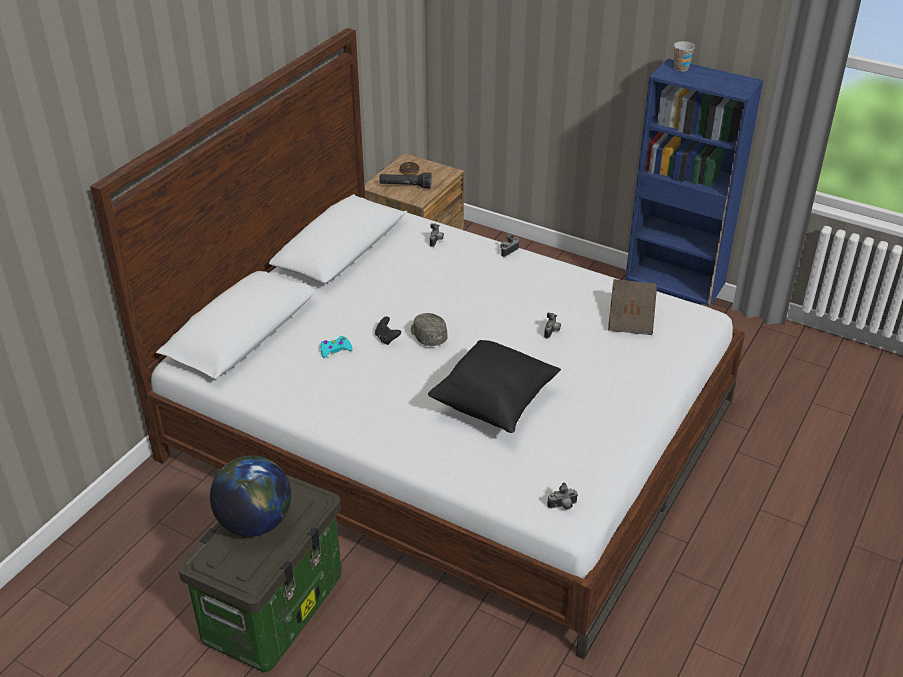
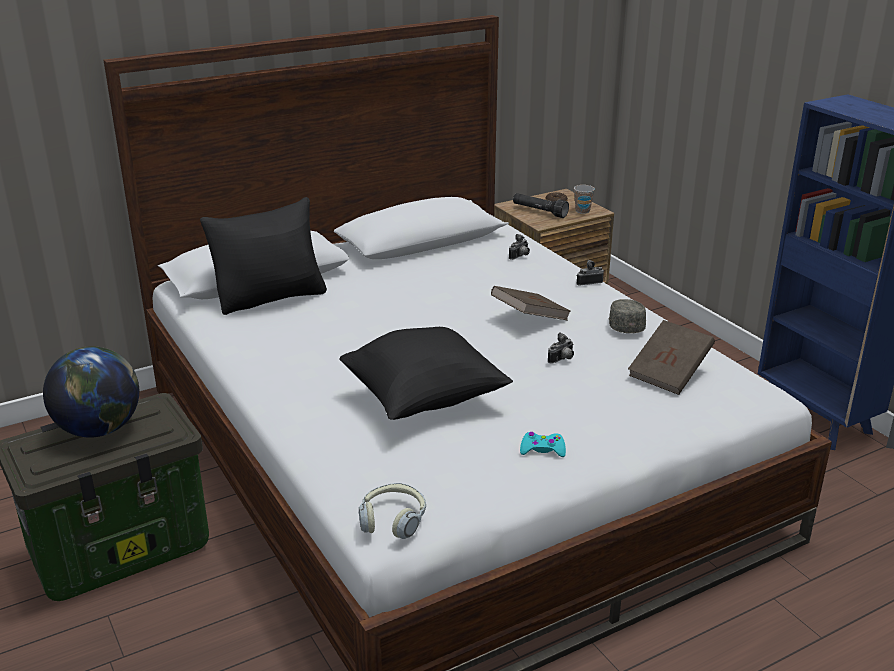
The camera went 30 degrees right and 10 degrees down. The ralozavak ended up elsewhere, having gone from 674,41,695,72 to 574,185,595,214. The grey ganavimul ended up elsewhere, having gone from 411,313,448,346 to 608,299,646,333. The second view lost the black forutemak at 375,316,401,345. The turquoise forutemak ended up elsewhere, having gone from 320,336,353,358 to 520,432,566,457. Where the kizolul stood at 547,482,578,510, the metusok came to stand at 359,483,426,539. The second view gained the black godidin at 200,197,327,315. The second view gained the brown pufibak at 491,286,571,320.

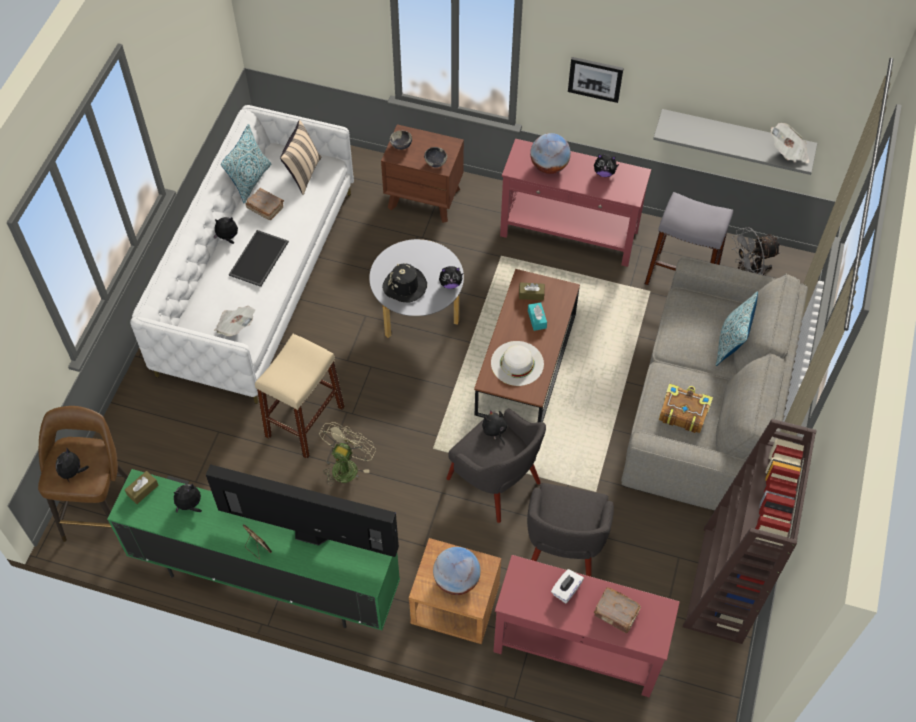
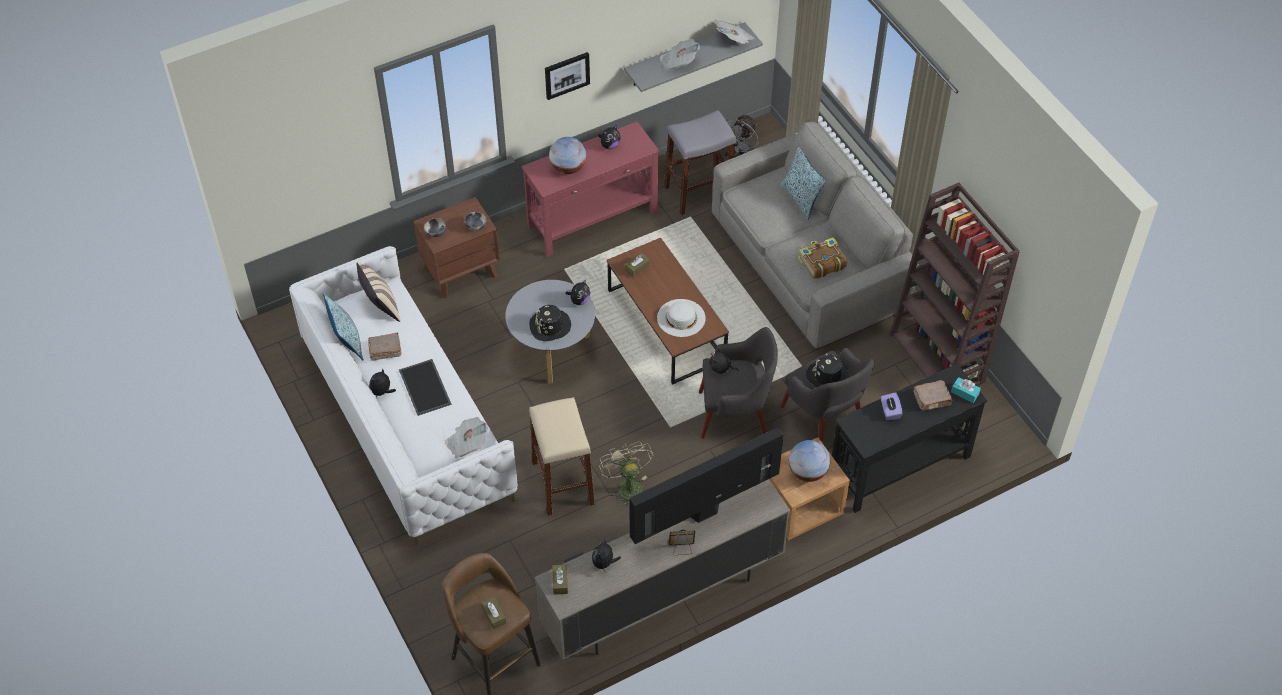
The camera went 45 degrees left and 5 degrees down. The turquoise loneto ended up elsewhere, having gone from 528,302,547,331 to 951,377,981,403. Where the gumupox stood at 56,448,89,483, the brown loneto came to stand at 481,597,506,629. What was the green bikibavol at 107,469,400,630 turned into the beige bikibavol at 535,479,790,660. What was the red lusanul at 493,555,680,697 turned into the black lusanul at 832,364,987,513. What was the white loneto at 551,569,584,603 turned into the purple loneto at 881,392,902,420. The second view gained the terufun at 660,39,700,71. The second view gained the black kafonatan at 806,353,850,388.

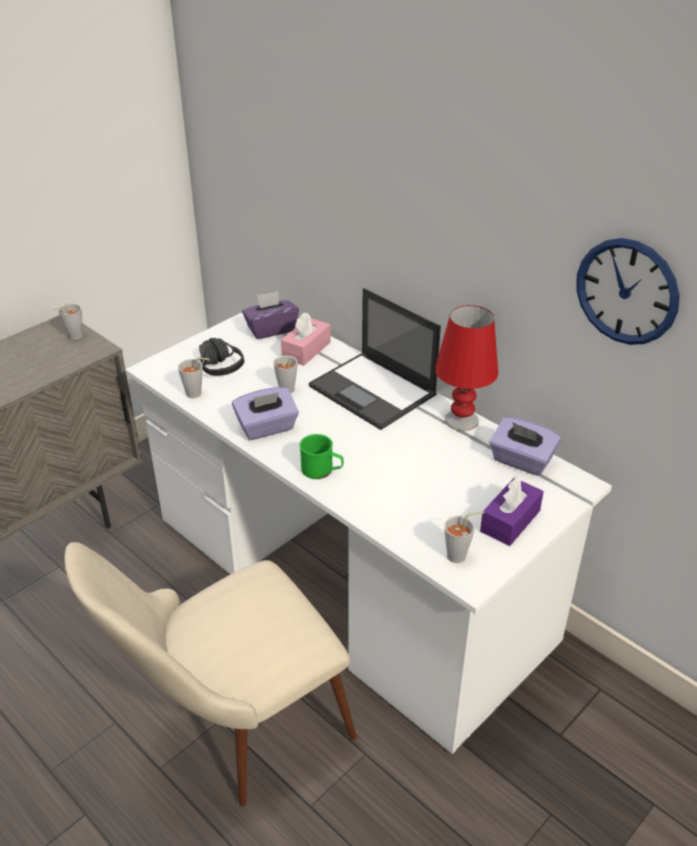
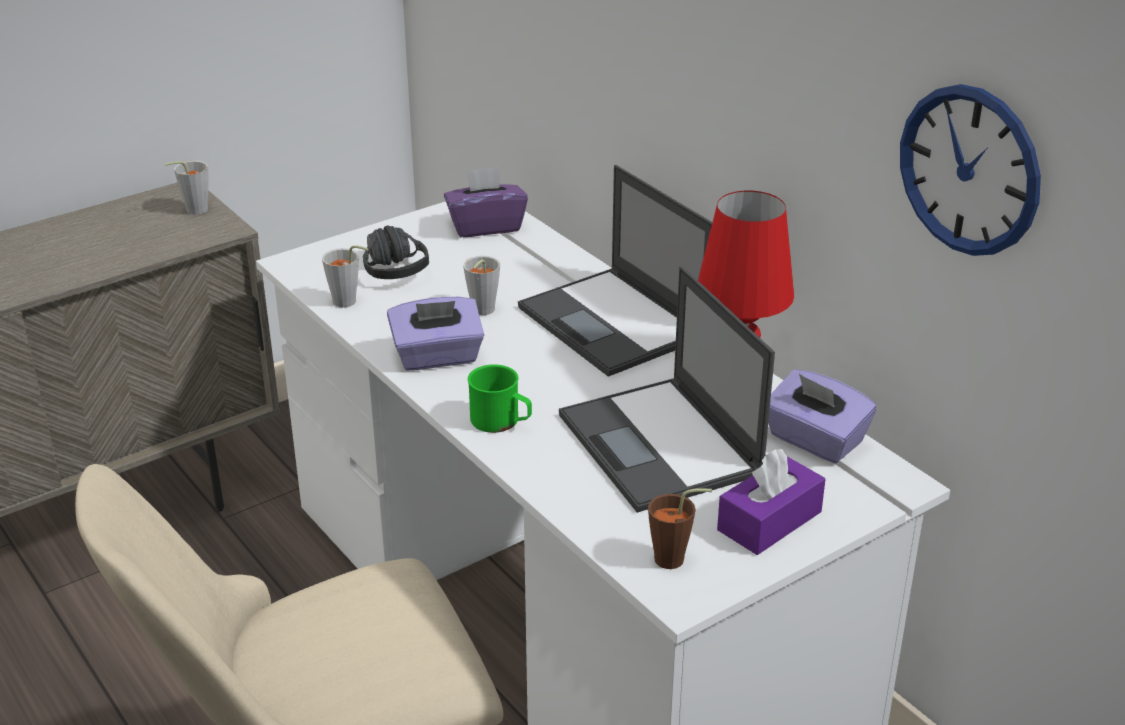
The camera went 10 degrees right and 5 degrees down. The second view lost the pink loneto at 281,313,331,366. What was the grey ralozavak at 444,511,484,563 turned into the brown ralozavak at 648,488,712,569. The second view gained the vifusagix at 559,266,775,513.

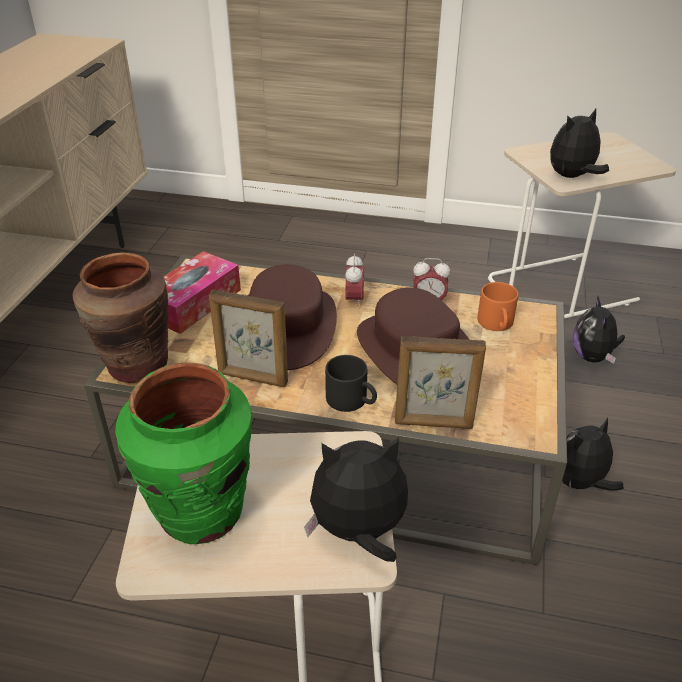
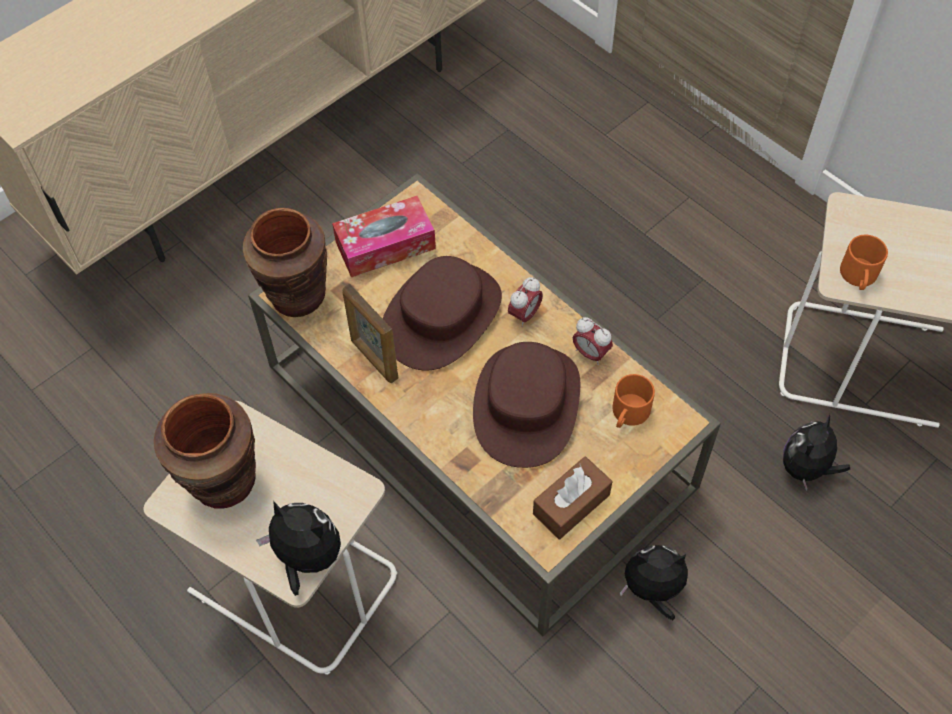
The camera went 35 degrees right and 20 degrees up. Where the gumupox stood at 550,109,609,178, the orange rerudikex came to stand at 840,235,888,290. The second view lost the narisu at 395,336,486,429. The second view lost the black rerudikex at 325,355,377,412. What was the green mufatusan at 115,363,252,544 turned into the brown mufatusan at 154,393,256,509. The second view gained the brown loneto at 533,456,612,539.

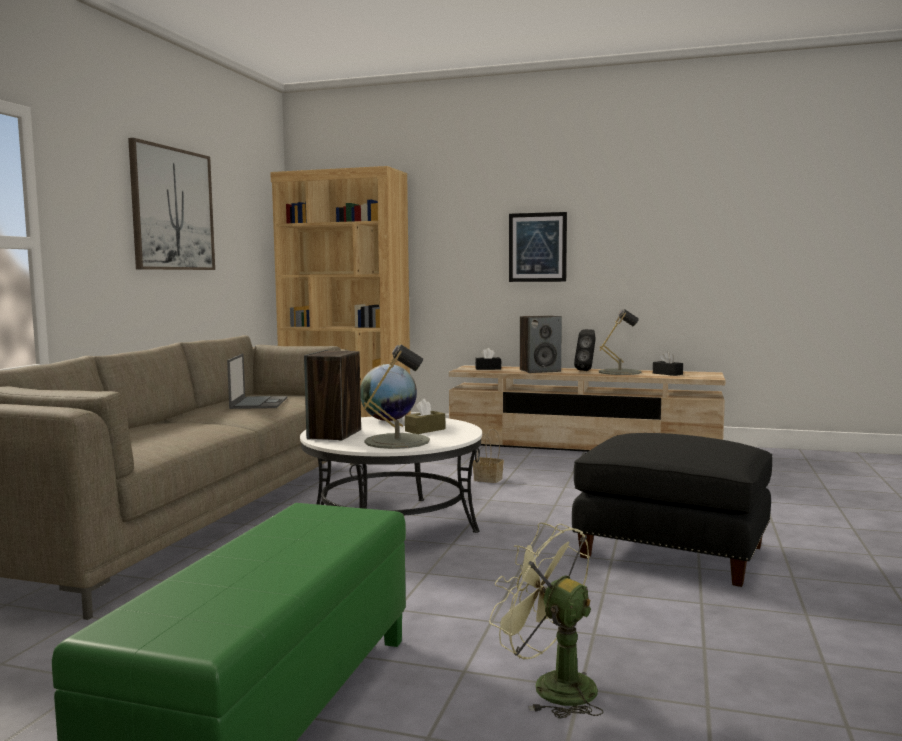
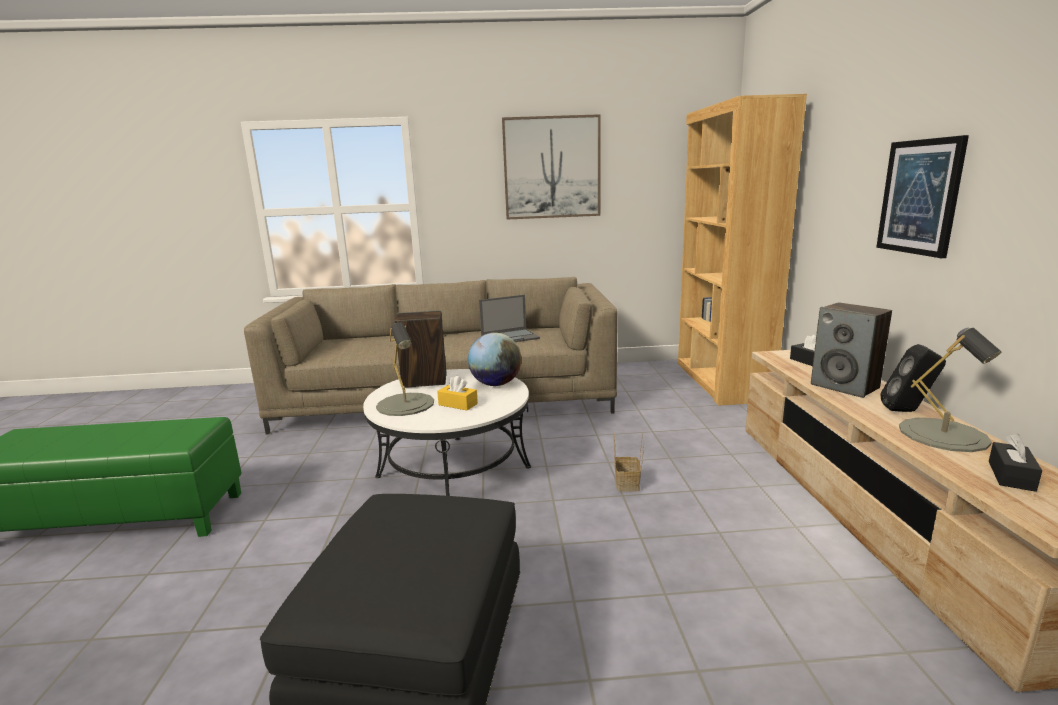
The camera went 70 degrees right and 10 degrees up. What was the brown loneto at 405,399,445,434 turned into the yellow loneto at 437,376,478,410. The second view lost the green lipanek at 489,523,604,719.

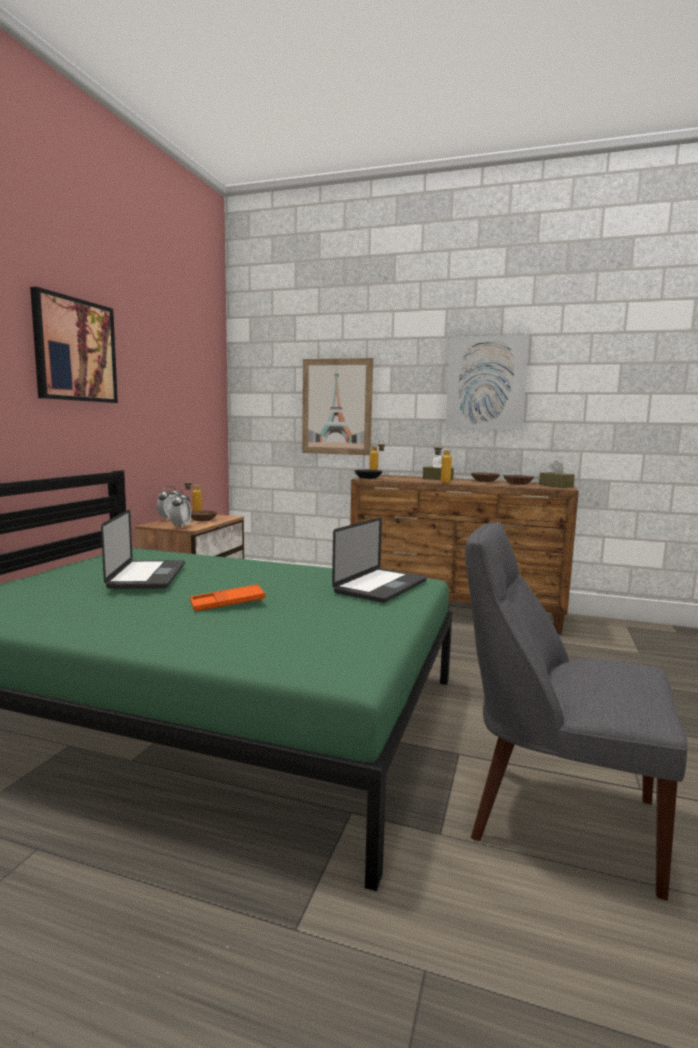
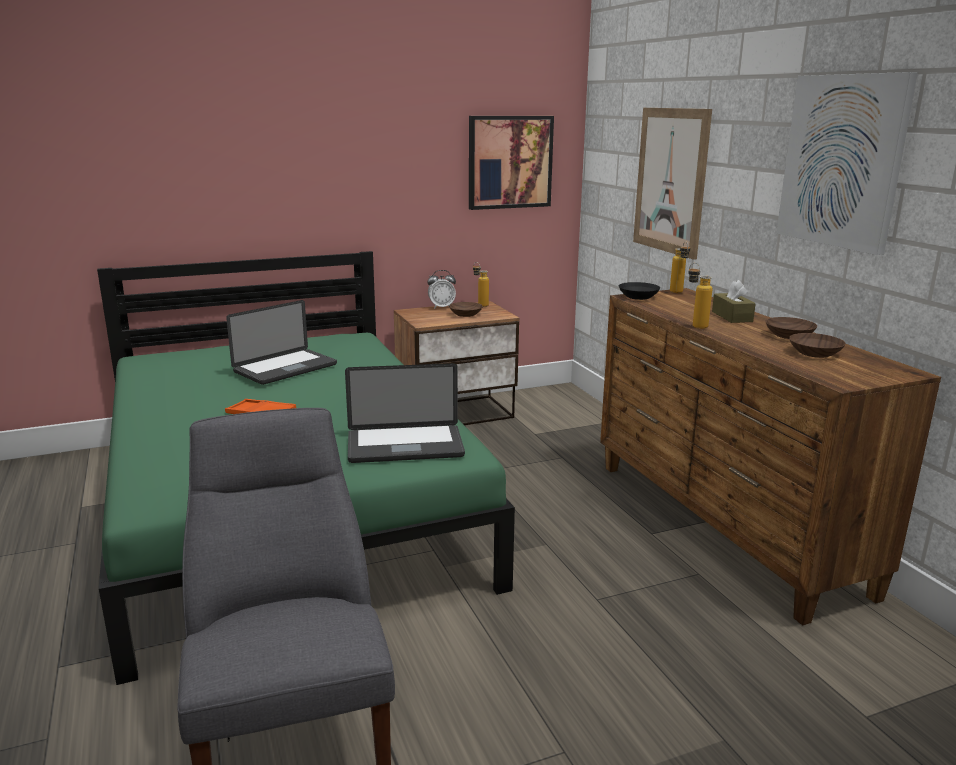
The camera went 50 degrees right and 10 degrees up. The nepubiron ended up elsewhere, having gone from 30,287,118,403 to 469,116,554,210. The second view lost the brown loneto at 539,461,575,488. The second view lost the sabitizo at 169,490,191,528.

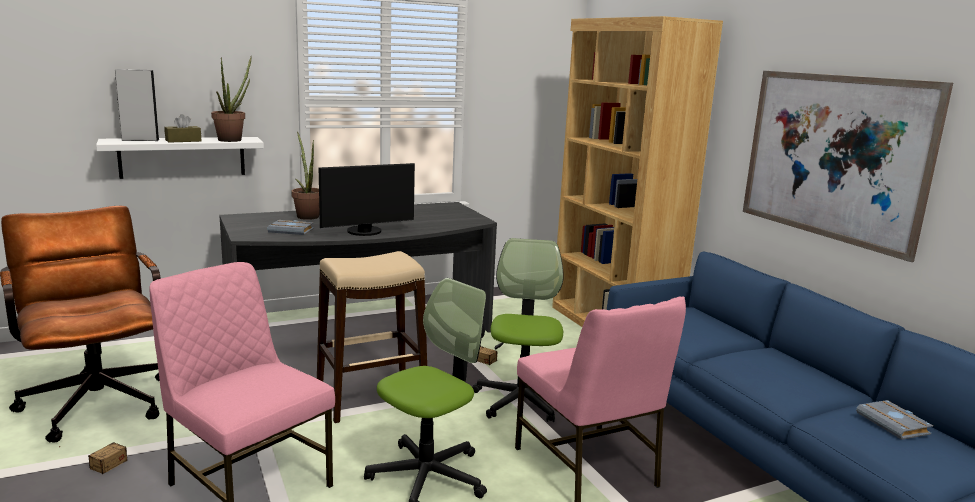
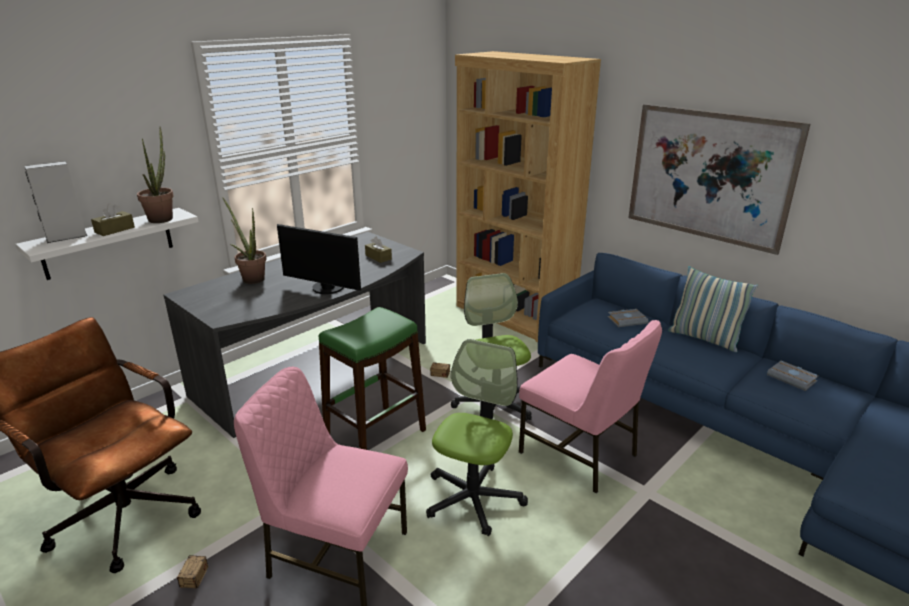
The camera went 20 degrees left and 10 degrees up. The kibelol at 319,163,415,236 ended up facing another way, 75 degrees clockwise from before. The grey pufibak ended up elsewhere, having gone from 267,220,314,235 to 608,309,648,327. What was the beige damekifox at 317,251,427,423 turned into the green damekifox at 319,307,426,450. The second view gained the brown loneto at 365,236,392,263. The second view gained the godidin at 668,266,758,352.

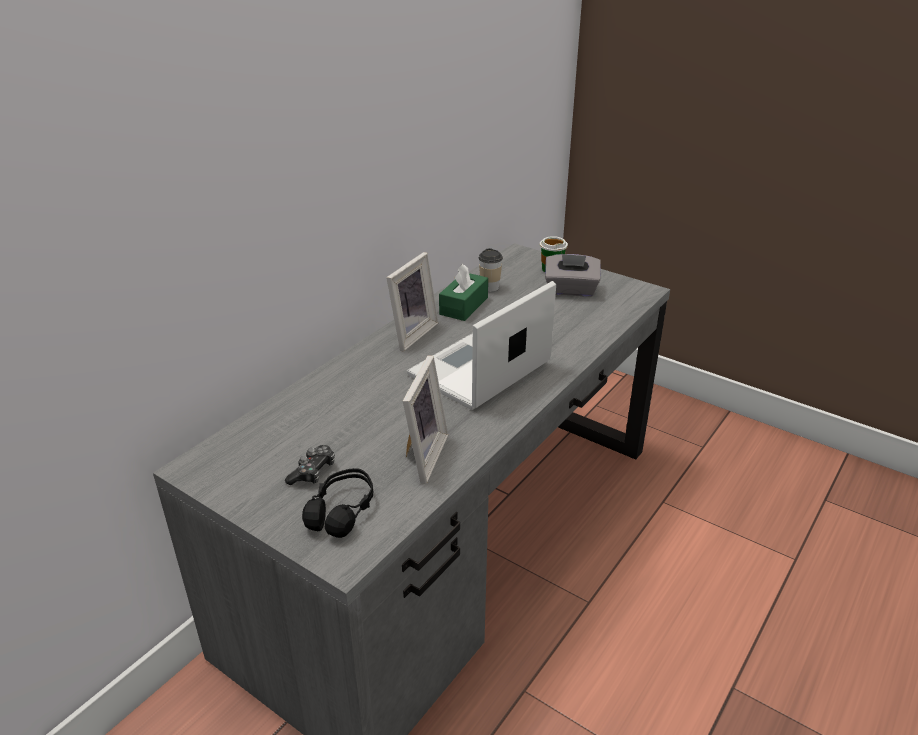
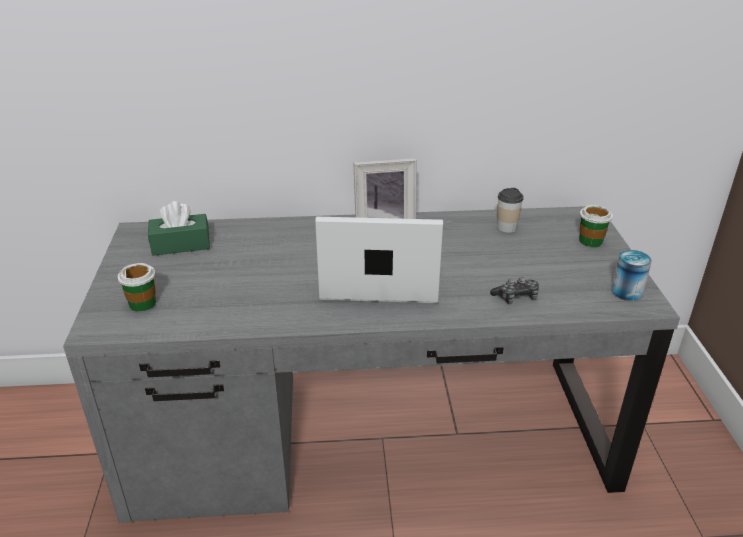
The camera went 50 degrees right and 0 degrees up. The second view lost the grey loneto at 545,254,601,297. The green loneto ended up elsewhere, having gone from 439,264,488,321 to 148,201,210,256. The second view lost the narisu at 403,355,448,484. The forutemak ended up elsewhere, having gone from 285,445,335,485 to 490,277,539,304. Where the black metusok stood at 302,468,373,538, the ralozavak came to stand at 117,263,156,312. The second view gained the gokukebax at 611,250,652,301.

